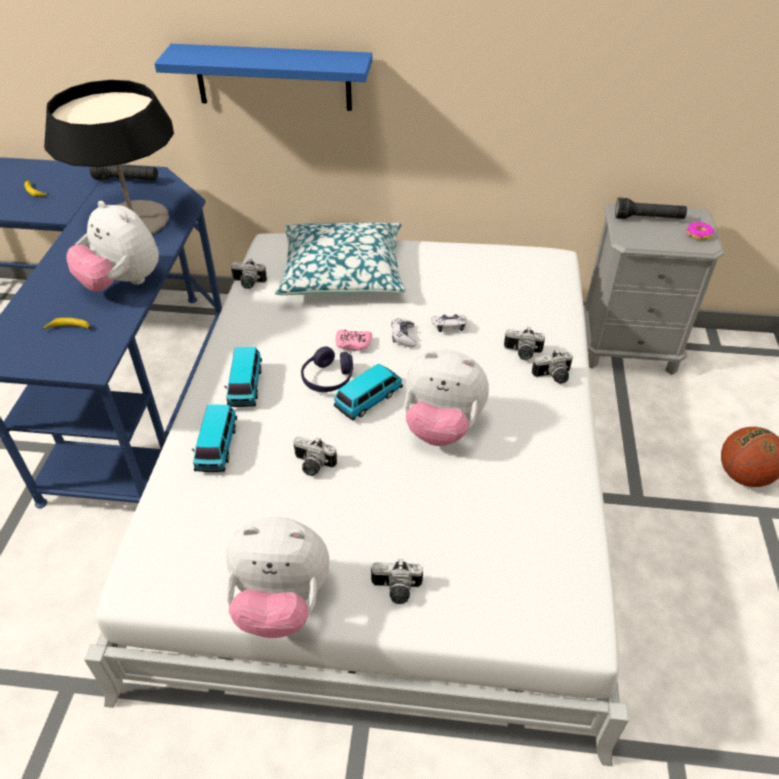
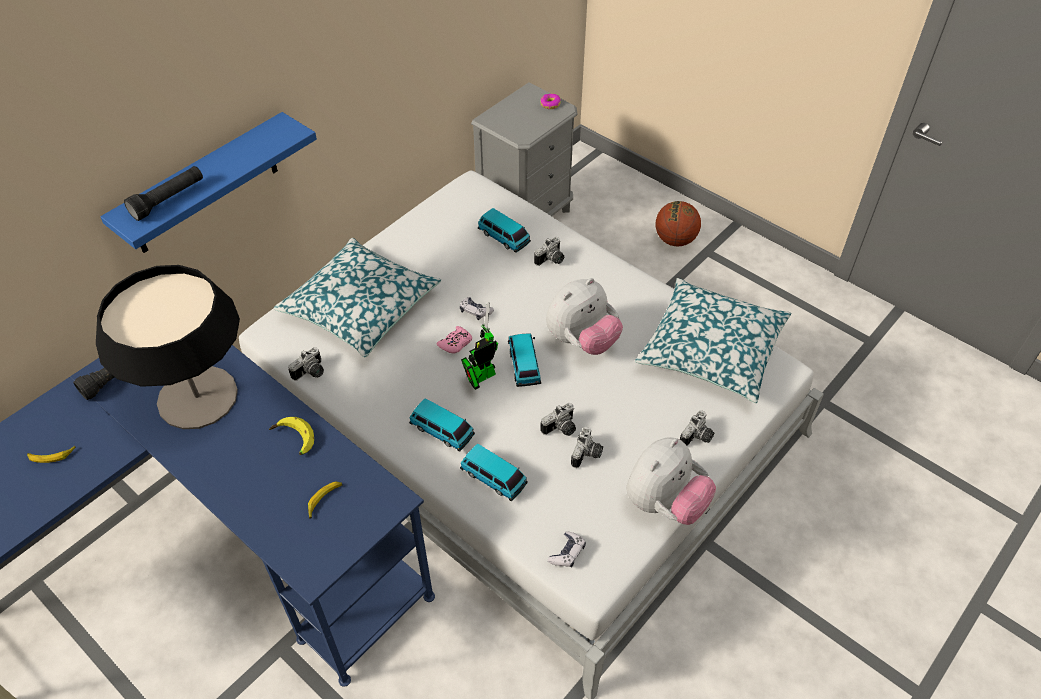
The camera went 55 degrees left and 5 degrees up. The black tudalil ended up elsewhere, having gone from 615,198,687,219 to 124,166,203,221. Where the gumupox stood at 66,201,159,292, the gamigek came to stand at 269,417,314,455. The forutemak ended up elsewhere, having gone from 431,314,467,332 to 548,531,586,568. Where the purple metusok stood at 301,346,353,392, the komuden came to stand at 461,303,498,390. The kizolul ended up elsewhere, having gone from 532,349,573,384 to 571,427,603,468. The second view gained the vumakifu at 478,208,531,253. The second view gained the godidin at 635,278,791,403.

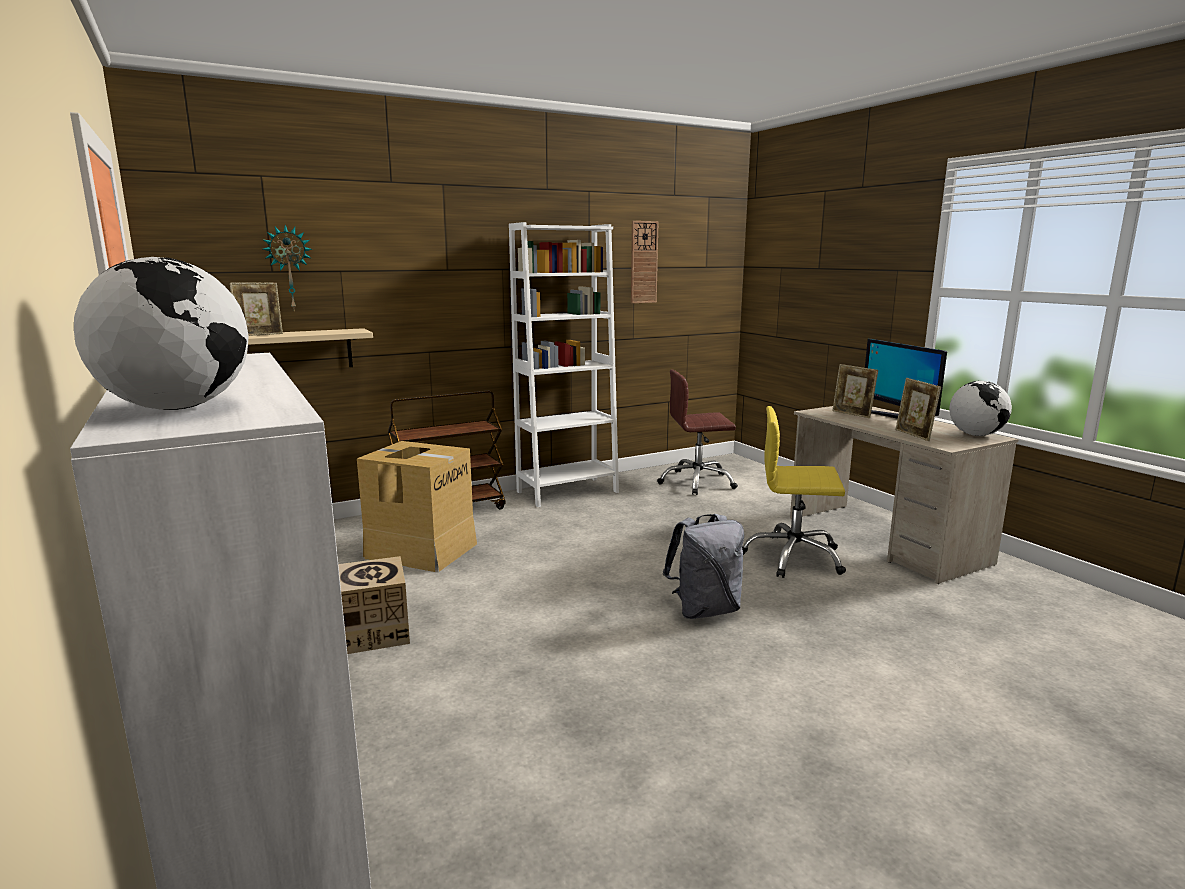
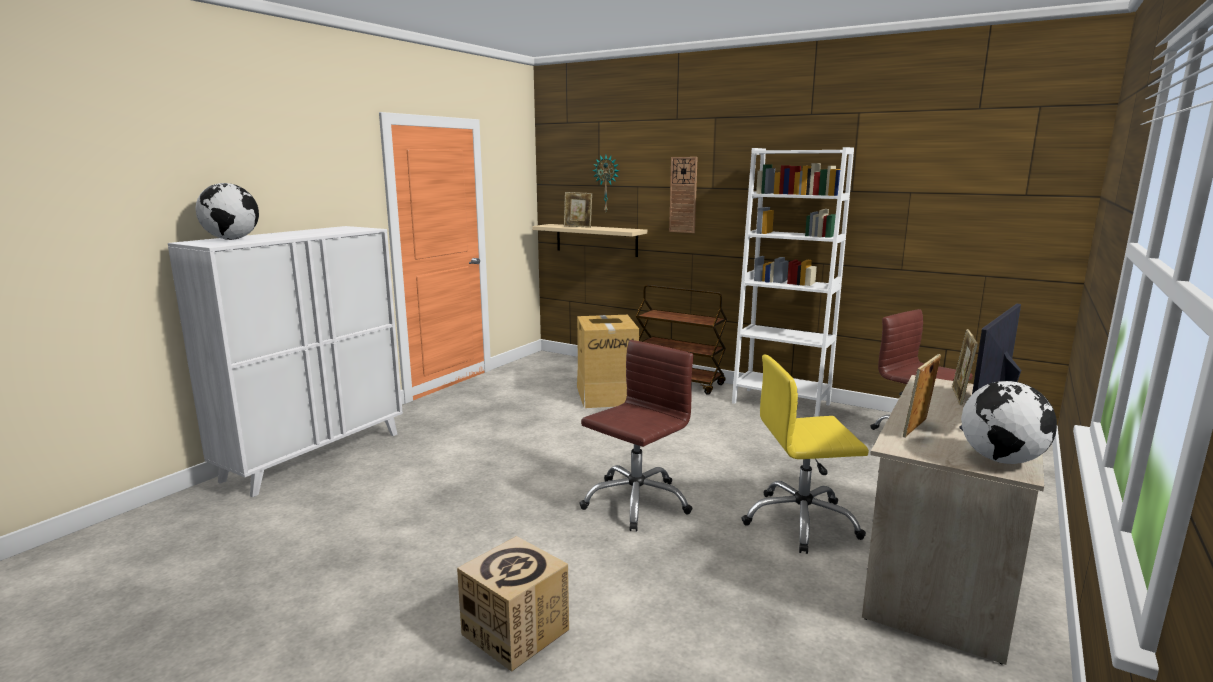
The camera went 60 degrees right and 0 degrees up. The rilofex ended up elsewhere, having gone from 631,221,659,303 to 669,157,698,233. The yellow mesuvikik at 742,406,846,578 ended up facing another way, 75 degrees counterclockwise from before. Where the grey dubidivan stood at 663,514,744,619, the brown mesuvikik came to stand at 579,340,694,531. The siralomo ended up elsewhere, having gone from 338,556,410,654 to 457,536,569,672.

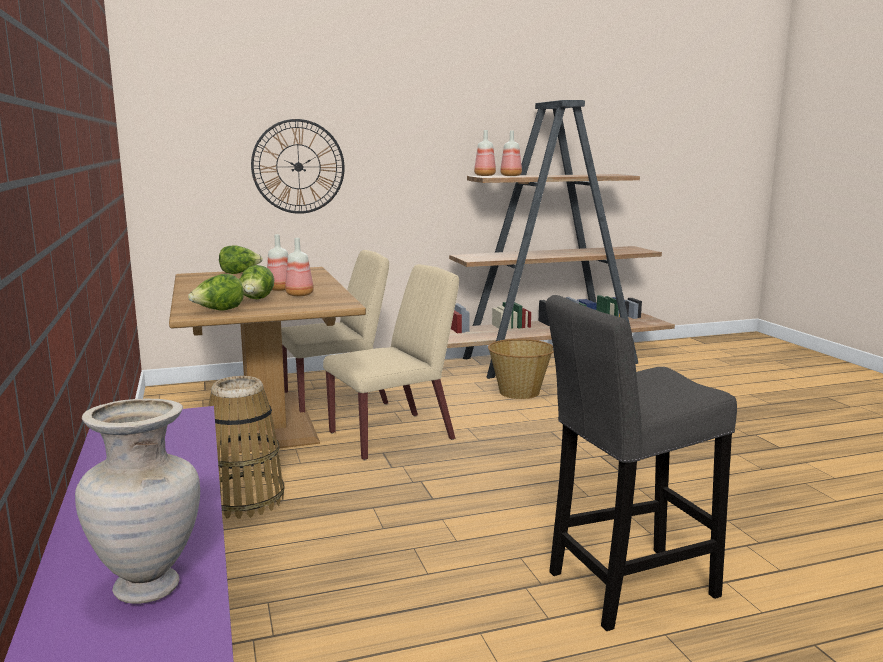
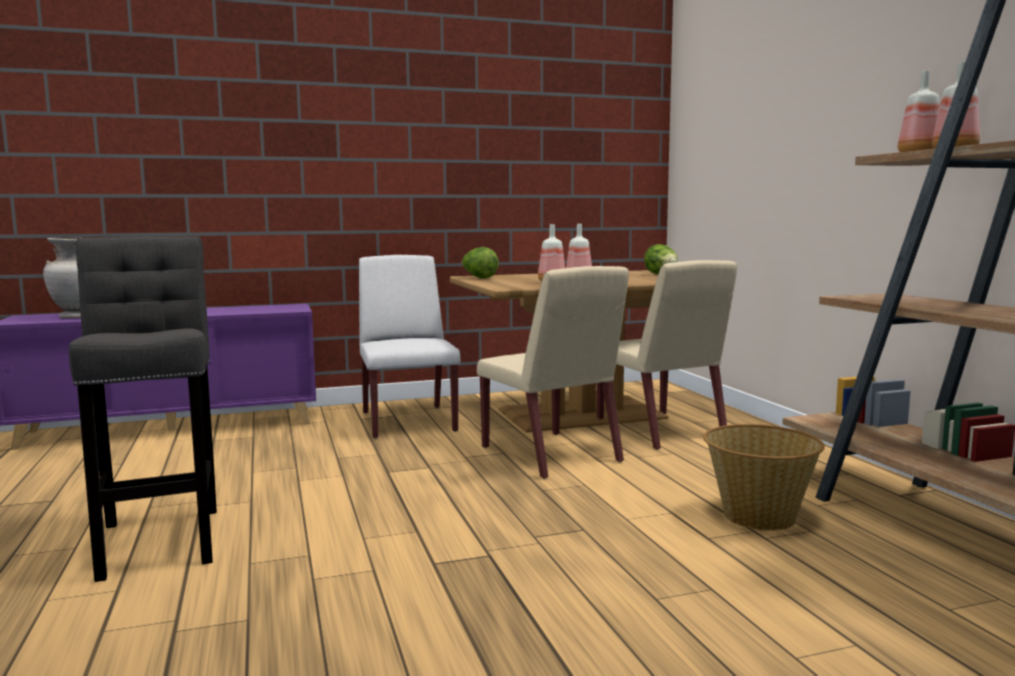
The camera went 90 degrees right and 5 degrees down. The second view lost the rilofex at 251,119,345,214. The second view lost the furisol at 239,265,274,299. Where the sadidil stood at 208,376,285,519, the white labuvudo came to stand at 359,255,461,439.

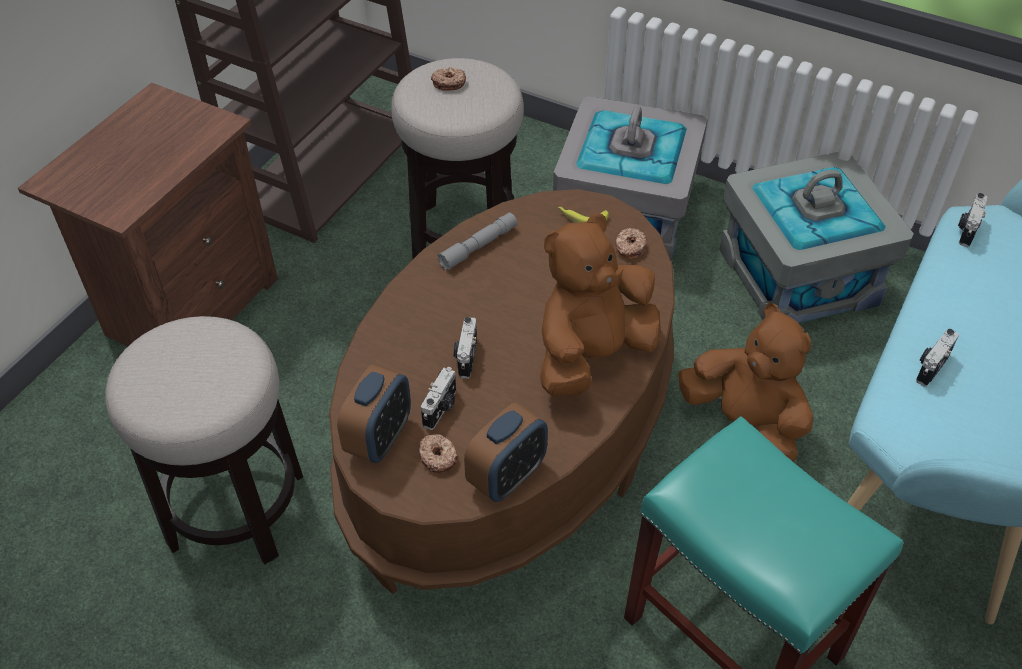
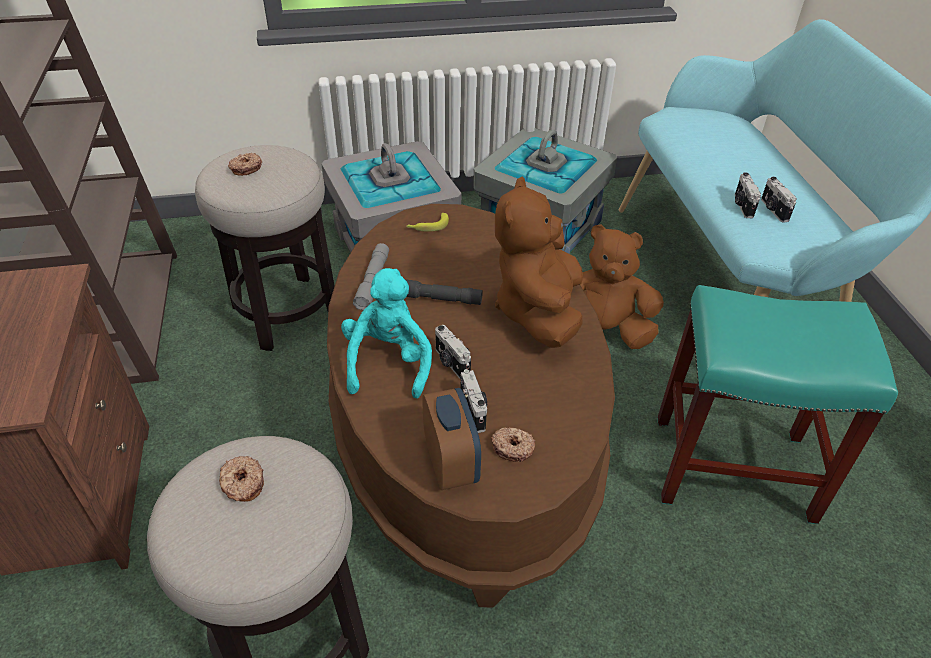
The camera went 40 degrees left and 5 degrees down. The kizolul ended up elsewhere, having gone from 958,193,988,247 to 761,177,797,223. The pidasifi ended up elsewhere, having gone from 615,228,647,259 to 219,456,264,502. The second view lost the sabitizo at 464,402,548,502. The second view gained the turquoise gumupox at 341,268,432,399. The second view gained the grey tudalil at 405,279,483,305.

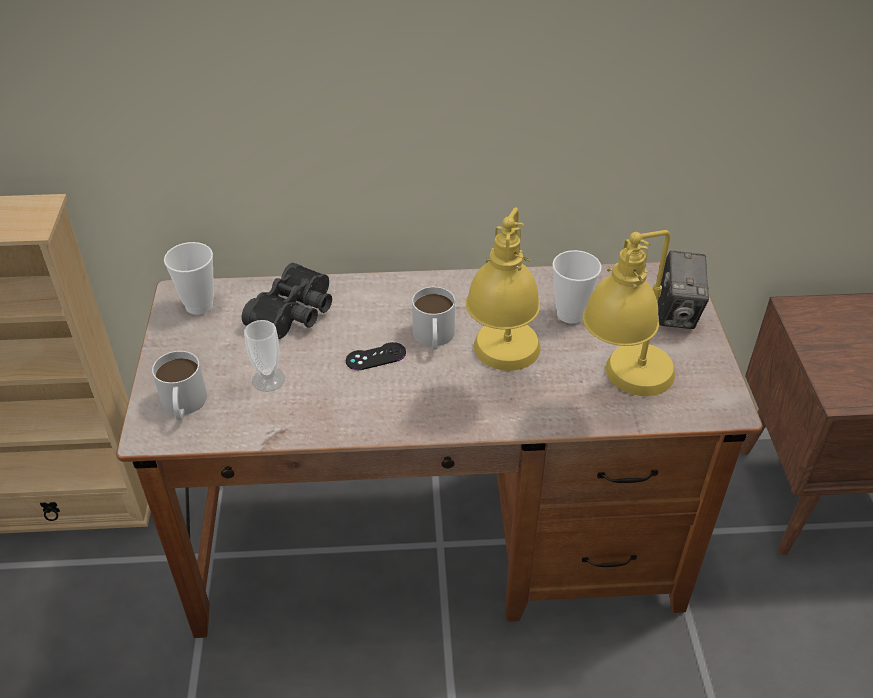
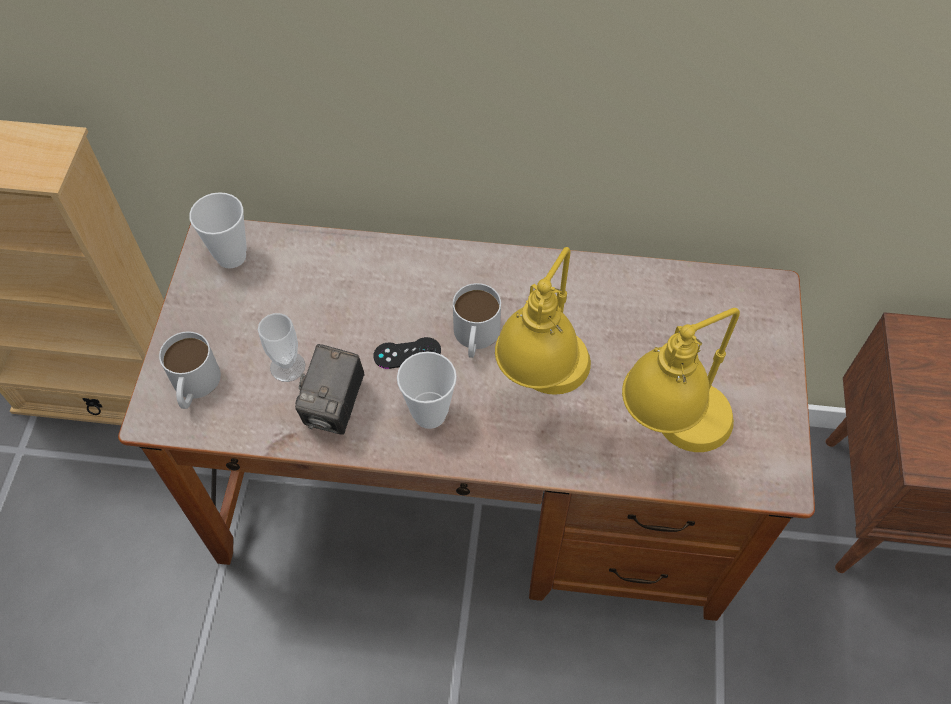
The camera went 10 degrees right and 15 degrees up. The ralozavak ended up elsewhere, having gone from 552,250,602,324 to 397,351,457,429. The kizolul ended up elsewhere, having gone from 658,251,709,329 to 295,344,365,435. The second view lost the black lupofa at 242,263,332,339.

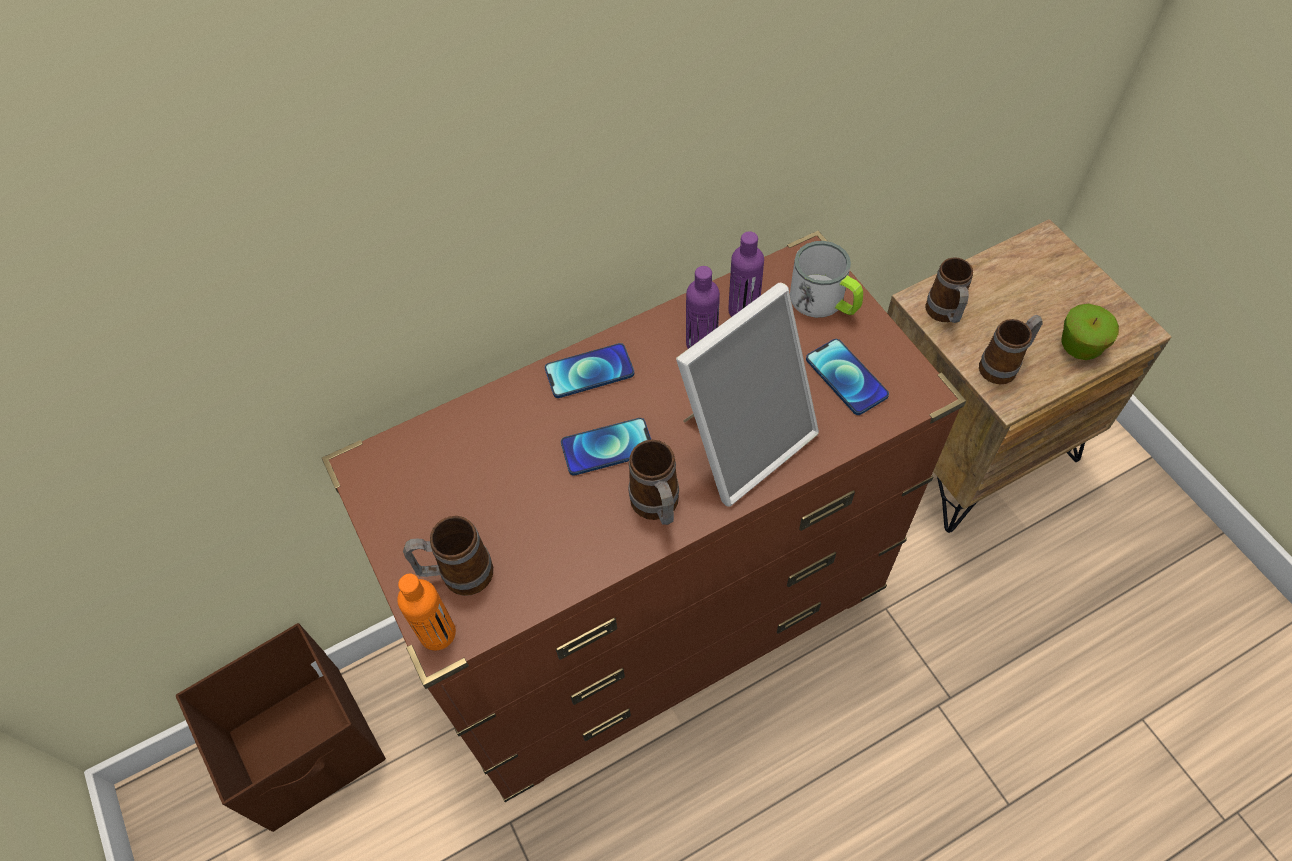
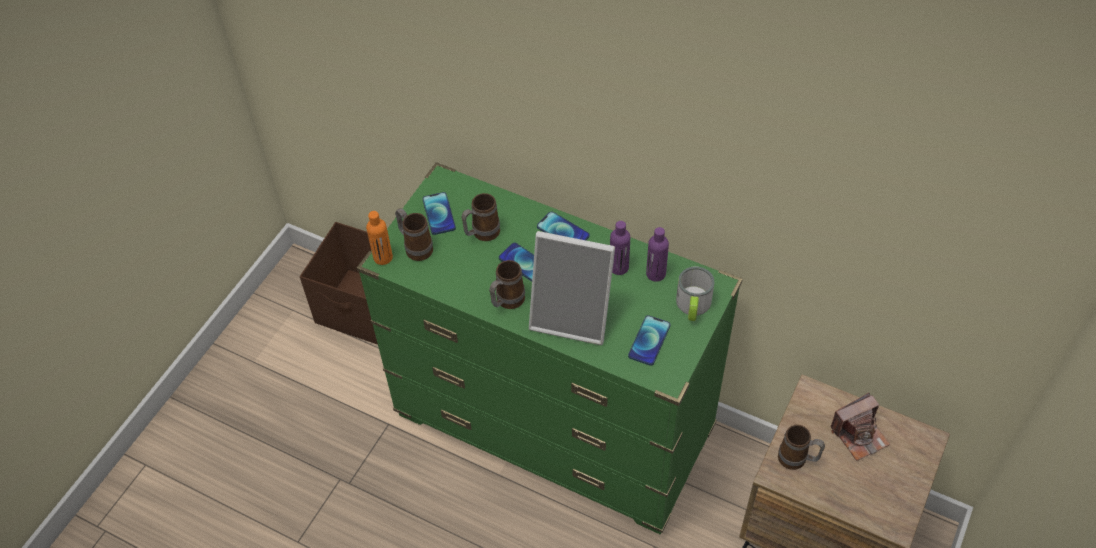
The camera went 55 degrees right and 5 degrees down. What was the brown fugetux at 322,231,966,802 turned into the green fugetux at 357,162,743,534. The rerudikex ended up elsewhere, having gone from 925,257,973,323 to 461,193,500,241. The second view lost the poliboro at 1061,304,1119,360. The second view gained the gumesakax at 422,192,456,235. The second view gained the kizolul at 831,393,890,461.

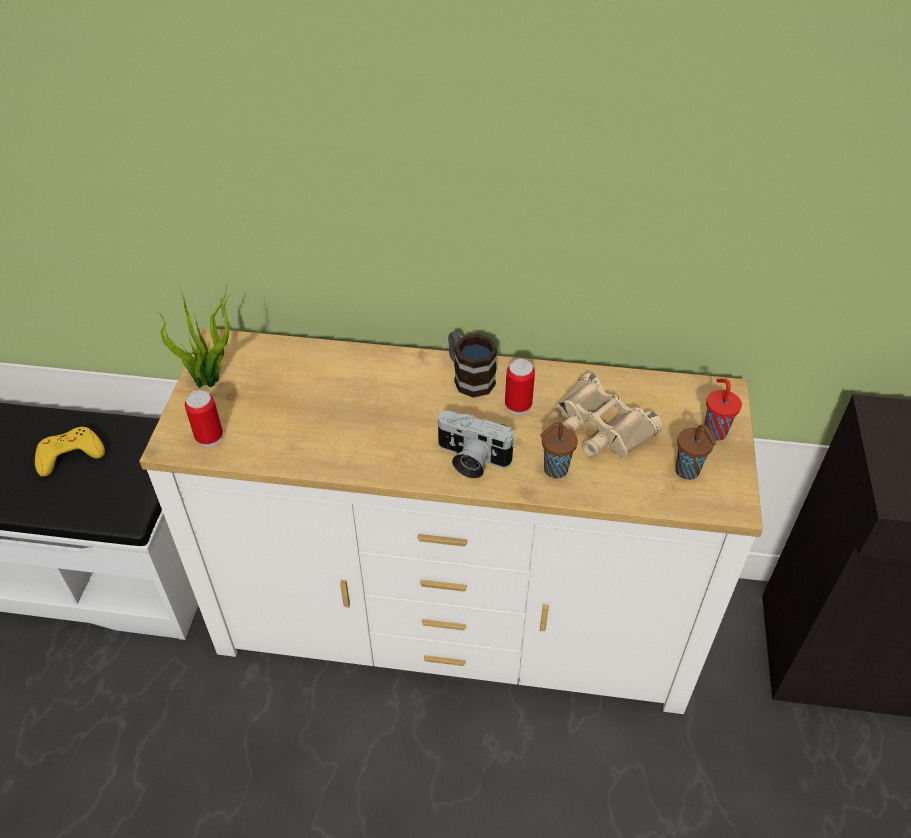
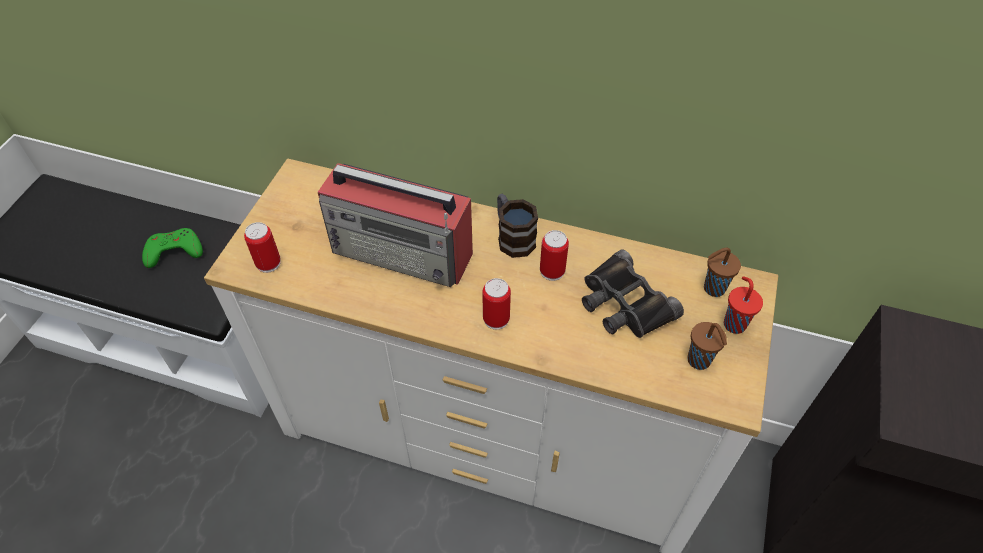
The camera went 10 degrees right and 5 degrees up. The second view lost the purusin at 157,280,231,388. What was the beige lupofa at 554,373,663,458 turned into the black lupofa at 582,250,684,338. Where the kizolul stood at 436,411,516,479, the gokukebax came to stand at 482,278,511,330. The brown ralozavak ended up elsewhere, having gone from 540,422,578,479 to 704,248,741,297. What was the yellow forutemak at 35,427,105,477 turned into the green forutemak at 142,228,203,268. The second view gained the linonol at 318,163,473,287.

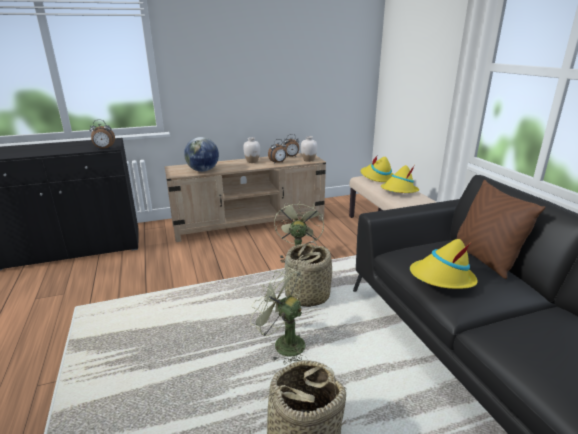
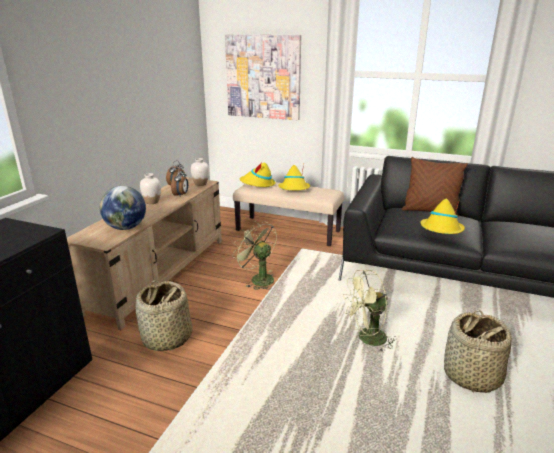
The camera went 50 degrees left and 0 degrees up. The second view lost the sabitizo at 89,120,115,149. The sadidil ended up elsewhere, having gone from 284,241,332,307 to 135,280,192,351. The second view gained the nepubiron at 225,35,301,120.

